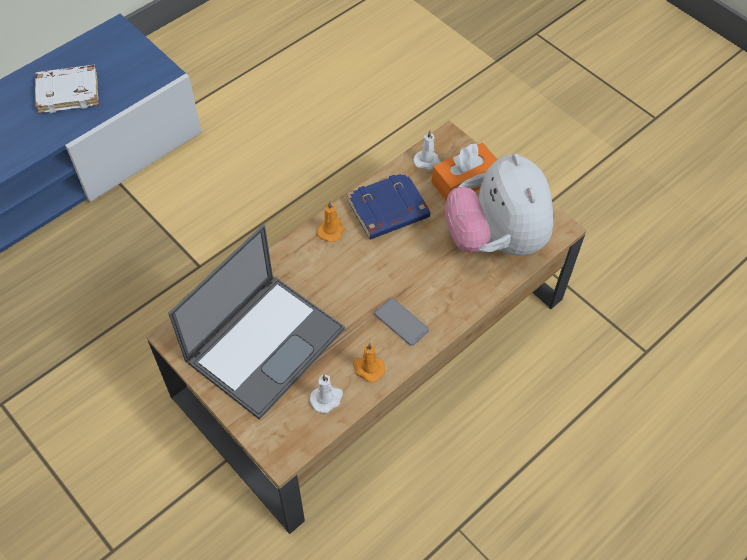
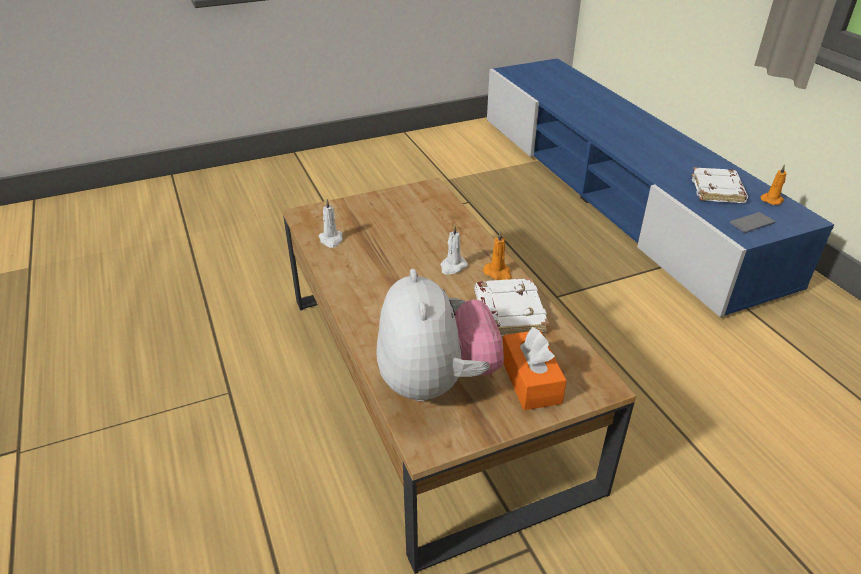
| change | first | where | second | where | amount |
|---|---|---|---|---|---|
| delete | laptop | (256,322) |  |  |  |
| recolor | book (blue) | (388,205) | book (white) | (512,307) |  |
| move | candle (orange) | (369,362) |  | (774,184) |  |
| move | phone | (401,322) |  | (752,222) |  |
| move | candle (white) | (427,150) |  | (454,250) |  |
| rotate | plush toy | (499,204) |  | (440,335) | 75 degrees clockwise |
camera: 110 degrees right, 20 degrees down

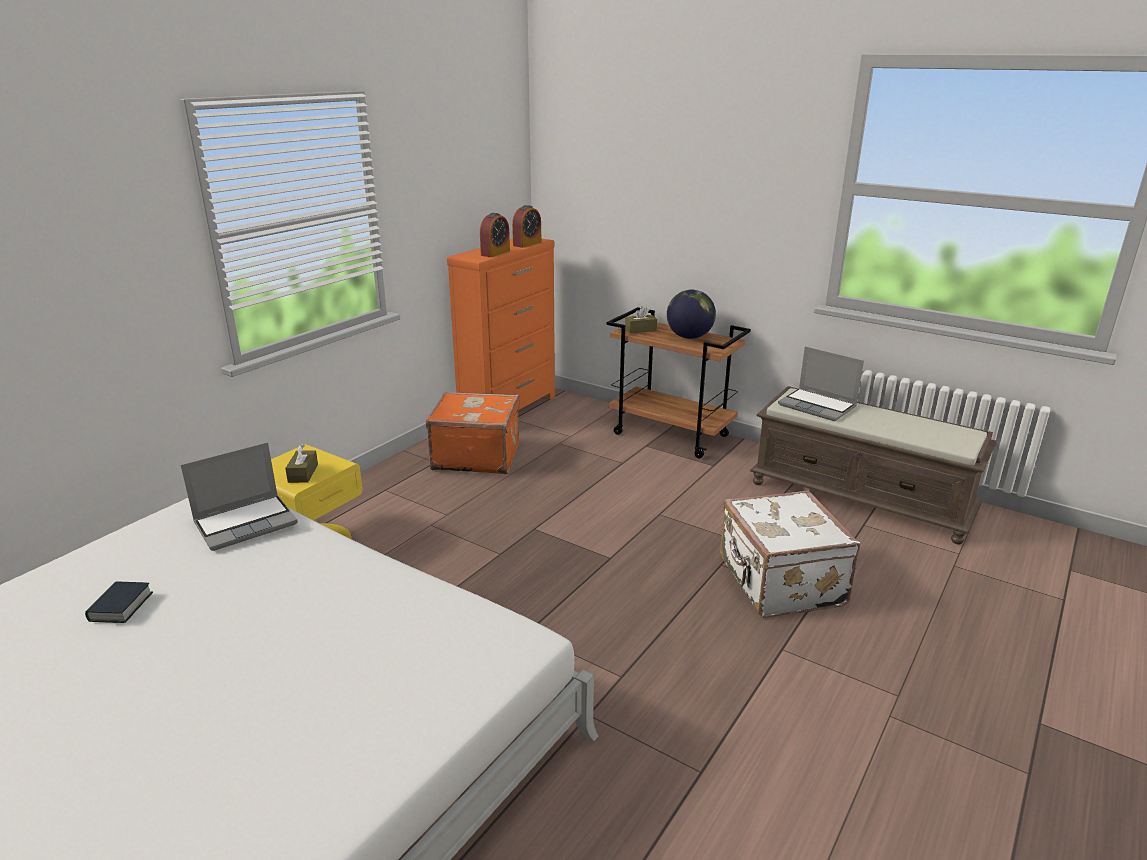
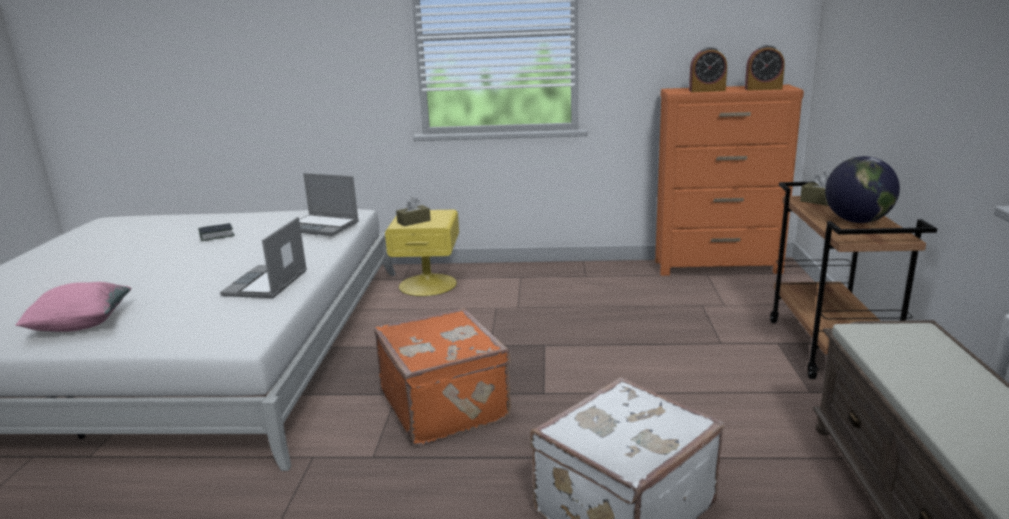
| change | first | where | second | where | amount |
|---|---|---|---|---|---|
| move | suitcase (orange) | (473,433) |  | (442,377) |  |
| move | laptop | (821,384) |  | (263,257) |  |
| insert |  |  | pillow (pink) | (73,307) |  |
camera: 60 degrees right, 5 degrees down

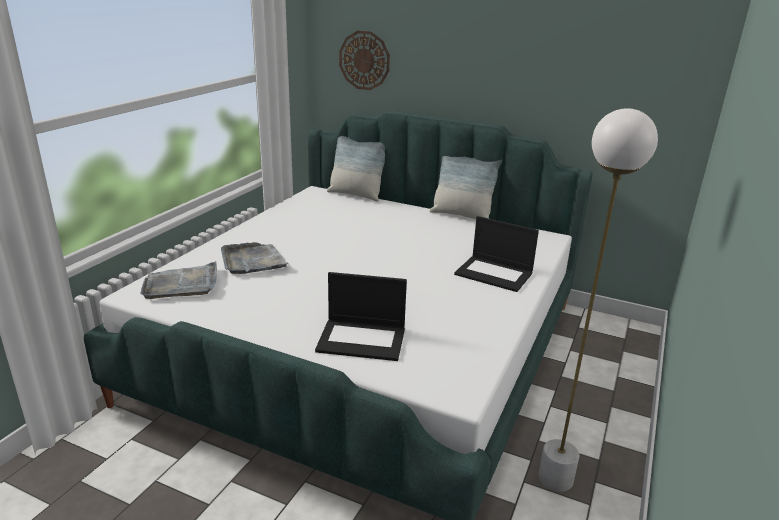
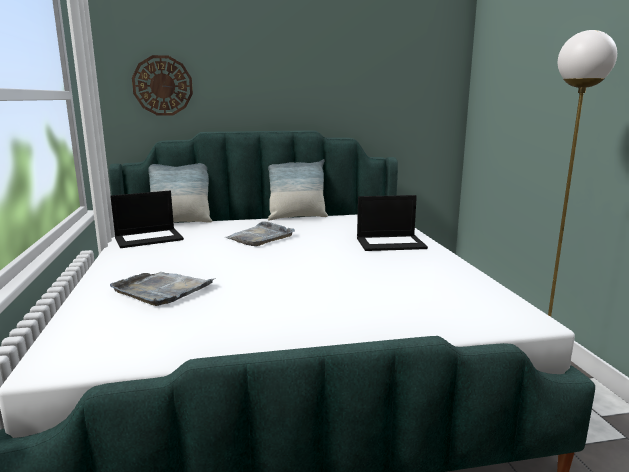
| change | first | where | second | where | amount |
|---|---|---|---|---|---|
| move | tray (grey) | (179,280) |  | (260,233) |  |
| move | laptop | (361,316) |  | (147,219) |  |
camera: 35 degrees left, 10 degrees down

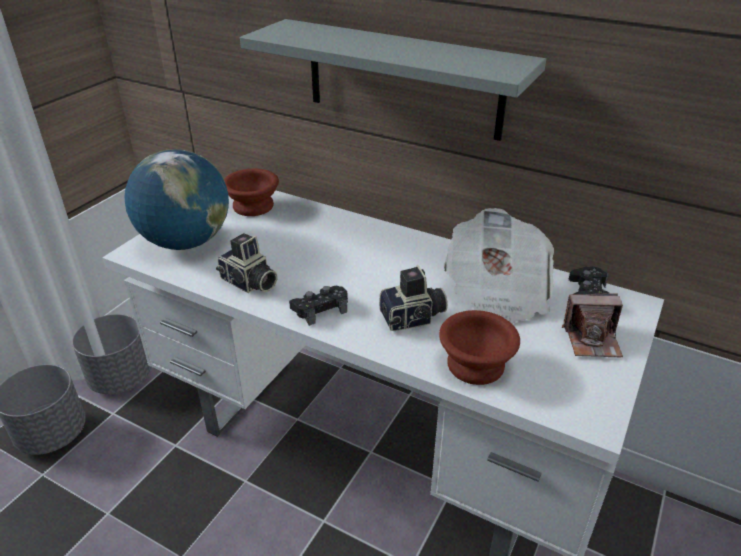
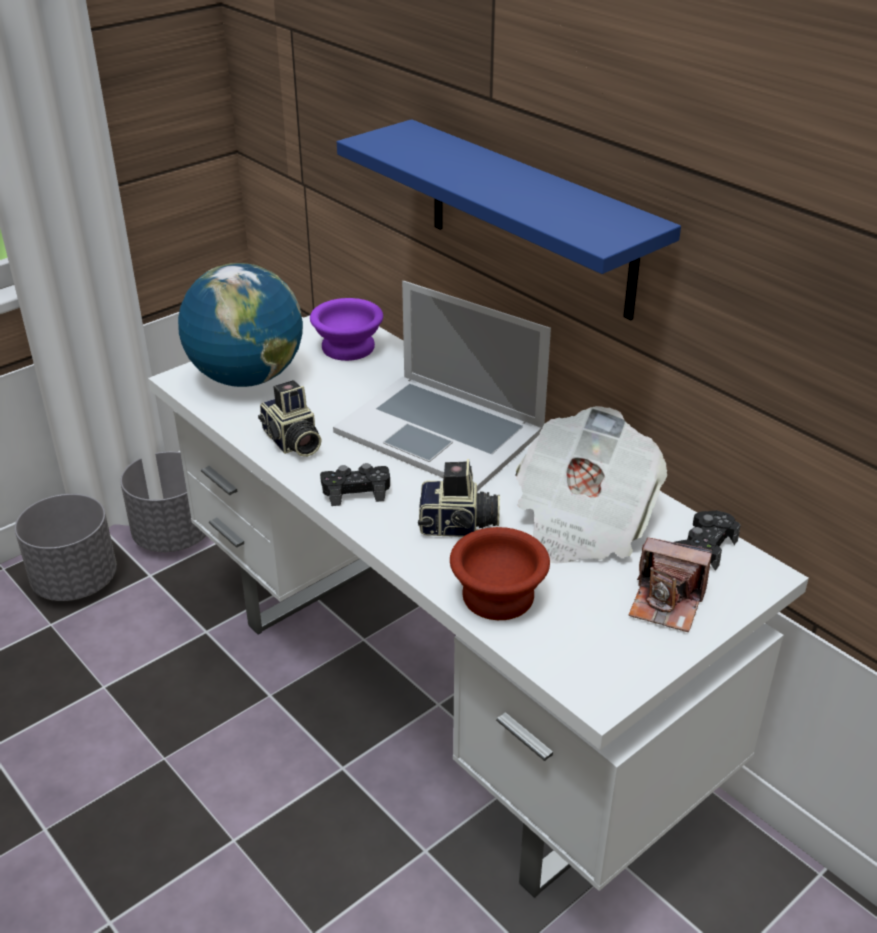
| change | first | where | second | where | amount |
|---|---|---|---|---|---|
| recolor | bowl (brown) | (251,192) | bowl (purple) | (346,329) |  |
| recolor | shelf (grey) | (393,80) | shelf (blue) | (509,219) |  |
| insert |  |  | laptop | (442,386) |  |
camera: 20 degrees right, 0 degrees up

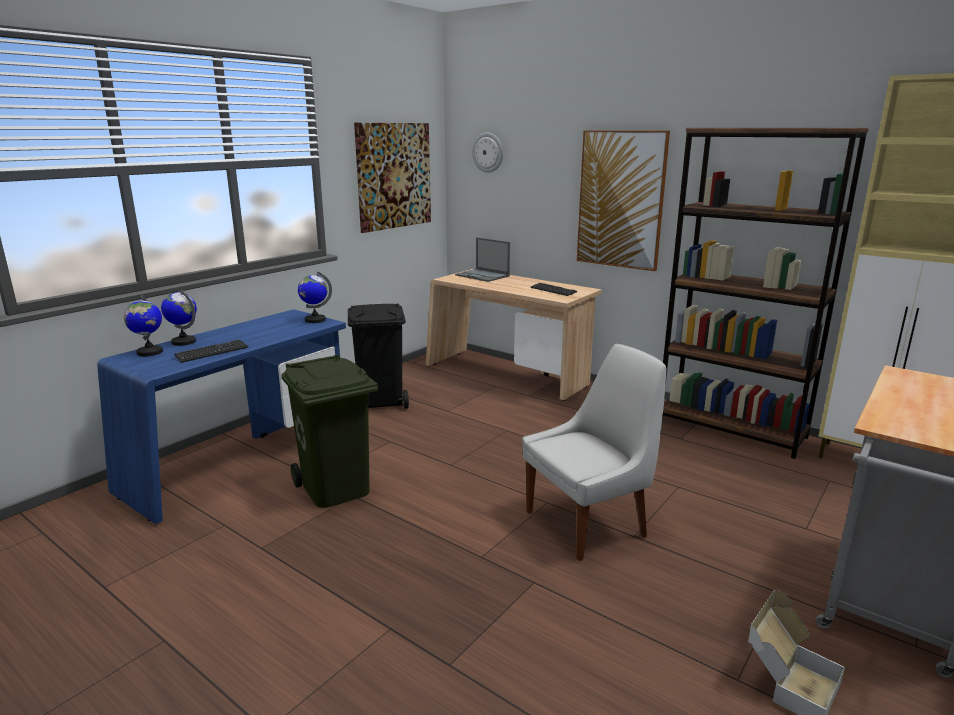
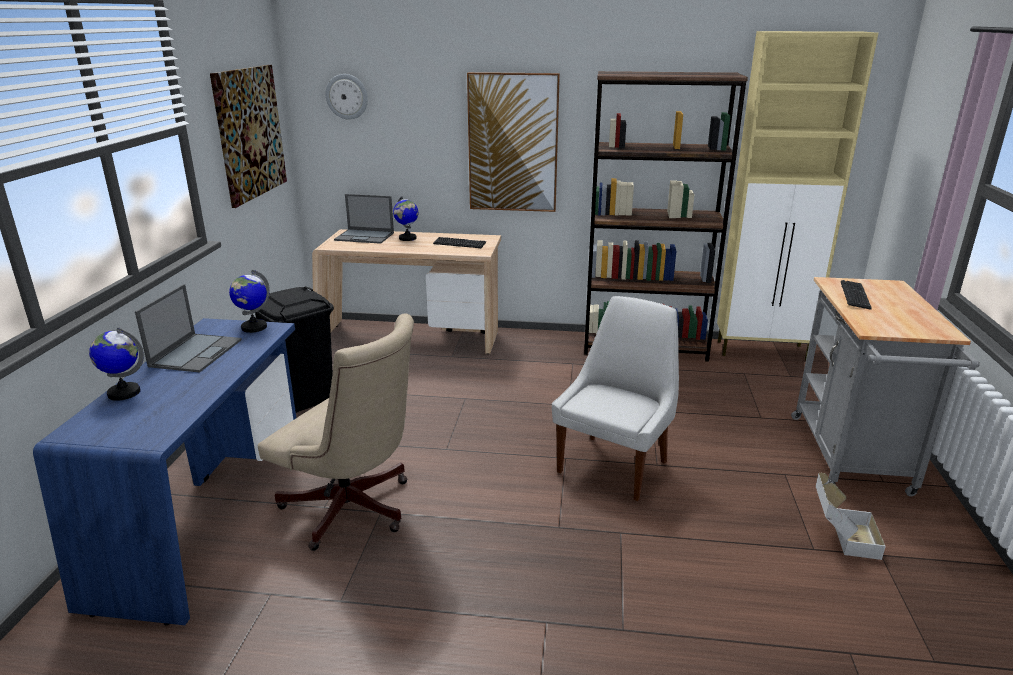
| change | first | where | second | where | amount |
|---|---|---|---|---|---|
| move | globe | (143,325) |  | (405,218) |  |
| move | keyboard | (211,351) |  | (856,295) |  |
| replace | trash can (green) | (329,431) | office chair (beige) | (336,432) |  |
| insert |  |  | laptop | (188,328) |  |
camera: 30 degrees left, 5 degrees up

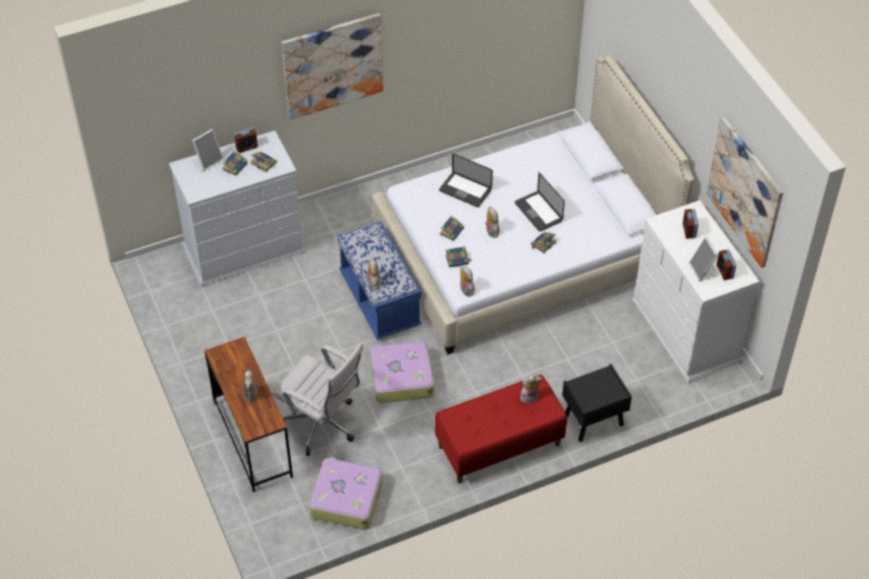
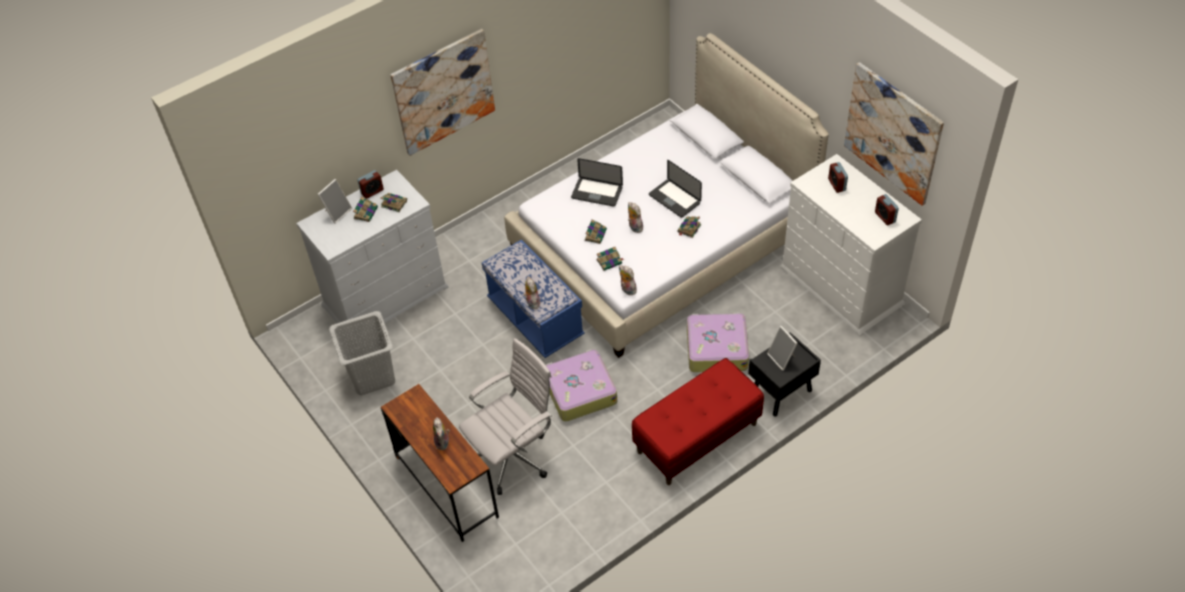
| change | first | where | second | where | amount |
|---|---|---|---|---|---|
| rotate | office chair (white) | (318,399) |  | (505,416) | 60 degrees counterclockwise |
| move | suitcase | (346,493) |  | (718,342) |  |
| delete | plush toy | (531,389) |  |  |  |
| move | picture frame | (703,259) |  | (782,348) |  |
| insert |  |  | laundry basket (grey) | (362,353) |  |
camera: 10 degrees left, 0 degrees up

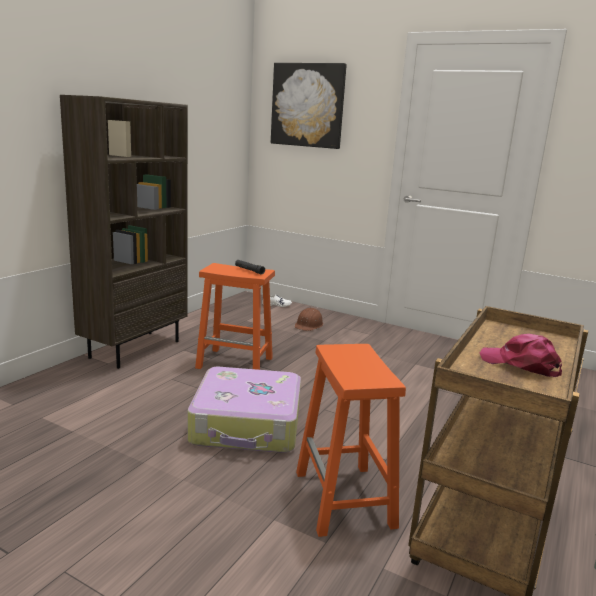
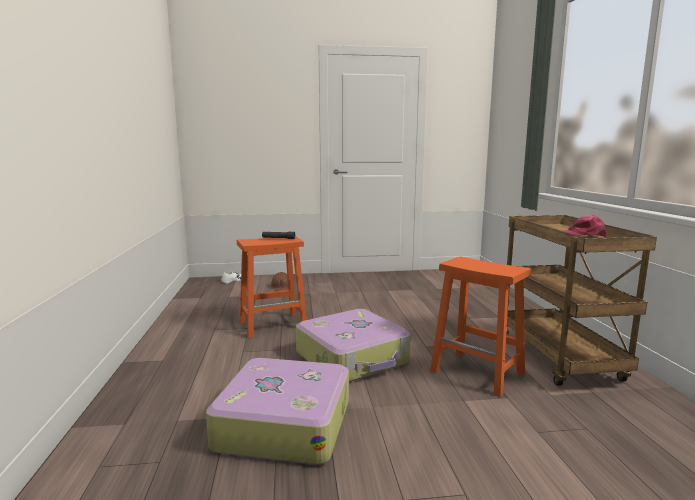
| change | first | where | second | where | amount |
|---|---|---|---|---|---|
| delete | bookcase (brown) | (124,232) |  |  |  |
| delete | picture | (309,106) |  |  |  |
| insert |  |  | suitcase | (277,411) |  |
camera: 35 degrees left, 5 degrees down

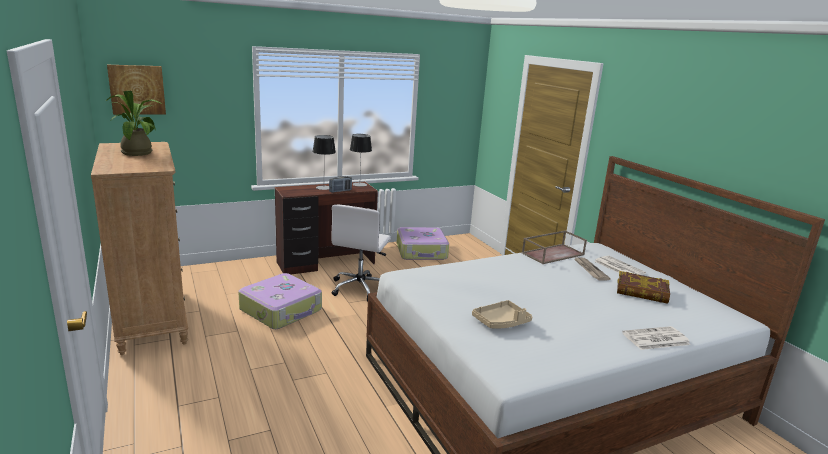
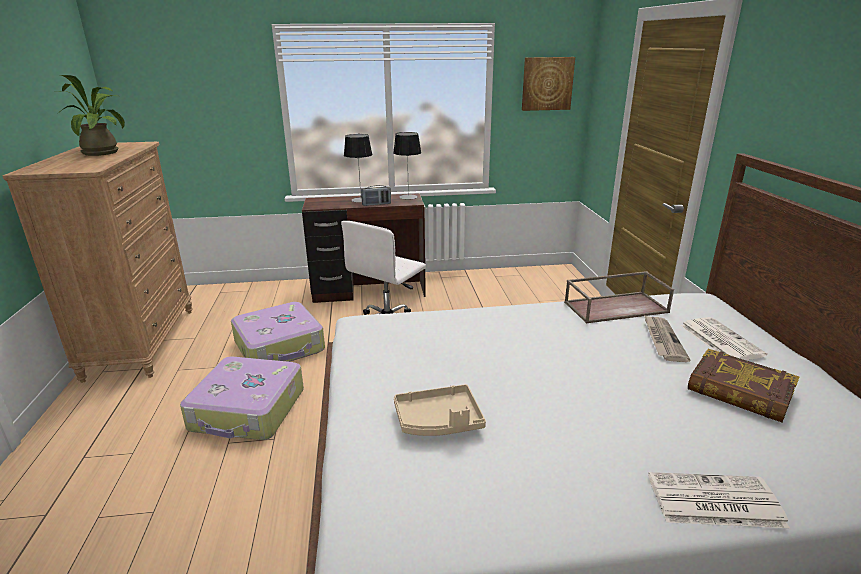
| change | first | where | second | where | amount |
|---|---|---|---|---|---|
| move | picture | (136,90) |  | (548,84) |  |
| move | suitcase | (422,243) |  | (242,398) |  |
camera: 20 degrees right, 5 degrees up

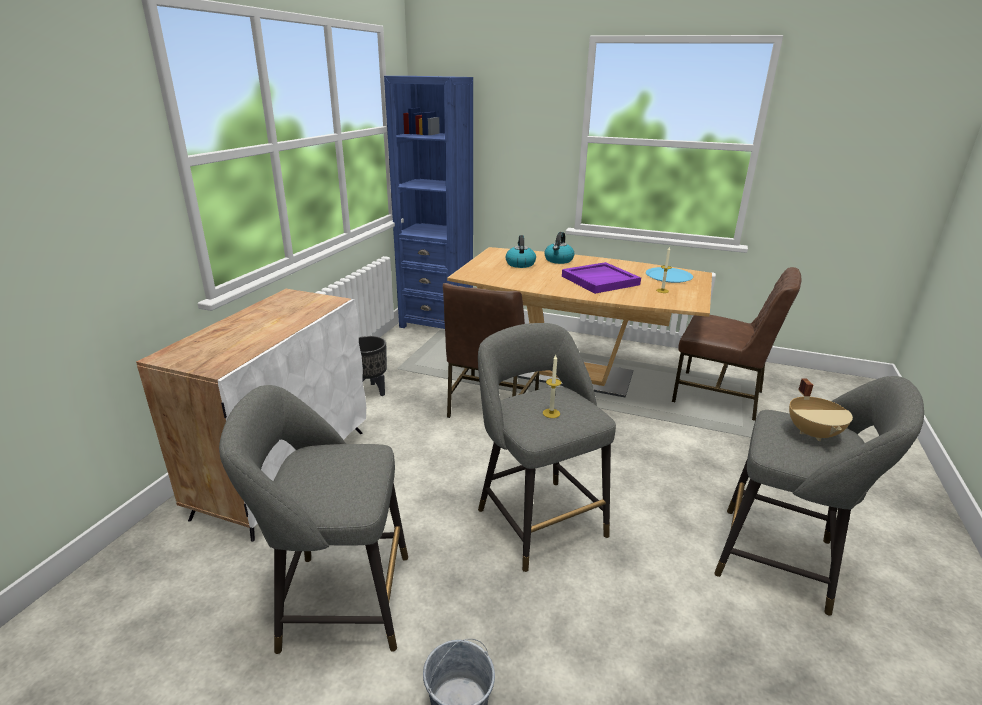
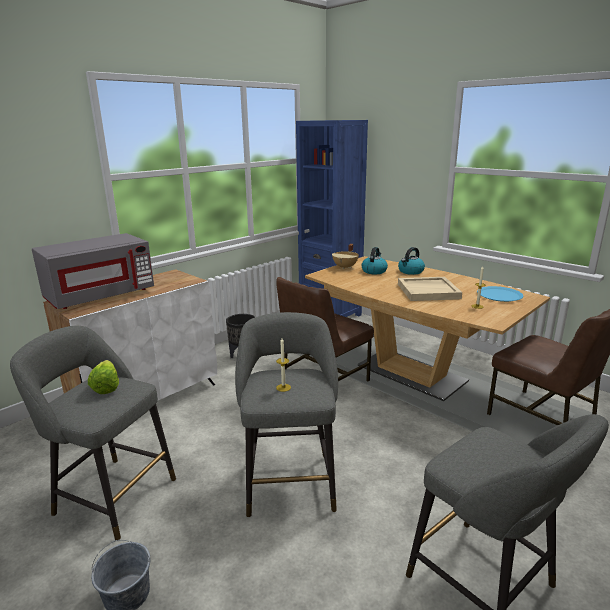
| change | first | where | second | where | amount |
|---|---|---|---|---|---|
| recolor | tray (purple) | (601,278) | tray (beige) | (430,289) |  |
| move | cooking pot (beige) | (821,410) |  | (345,256) |  |
| insert |  |  | microwave (grey) | (93,271) |  |
| insert |  |  | lettuce | (103,377) |  |
camera: 25 degrees right, 5 degrees down

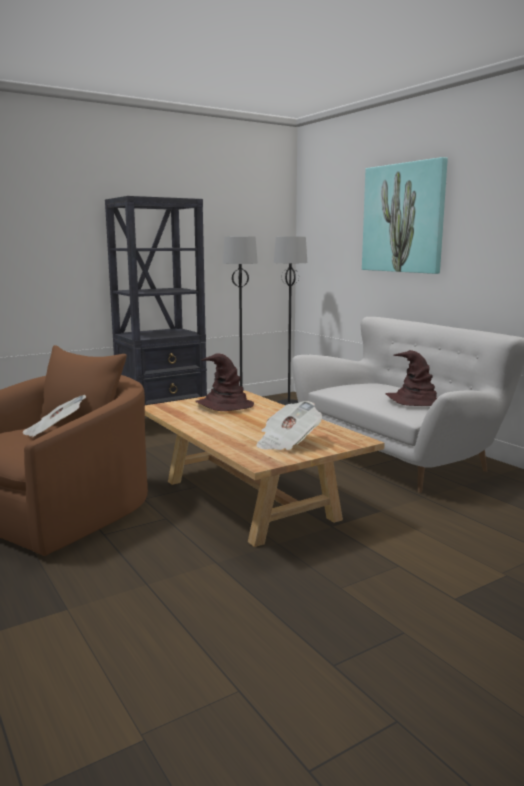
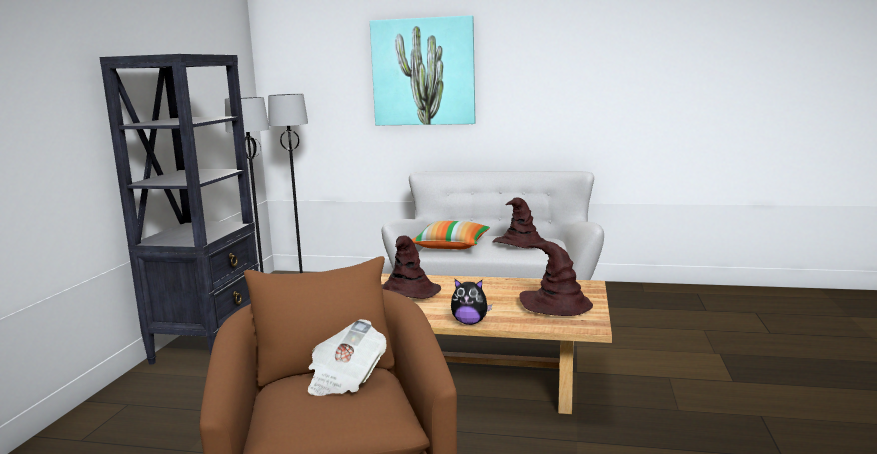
| change | first | where | second | where | amount |
|---|---|---|---|---|---|
| replace | newspaper | (289,425) | hat (brown) | (556,278) |  |
| insert |  |  | pillow | (451,235) |  |
| insert |  |  | plush toy | (471,302) |  |
camera: 45 degrees left, 0 degrees up

